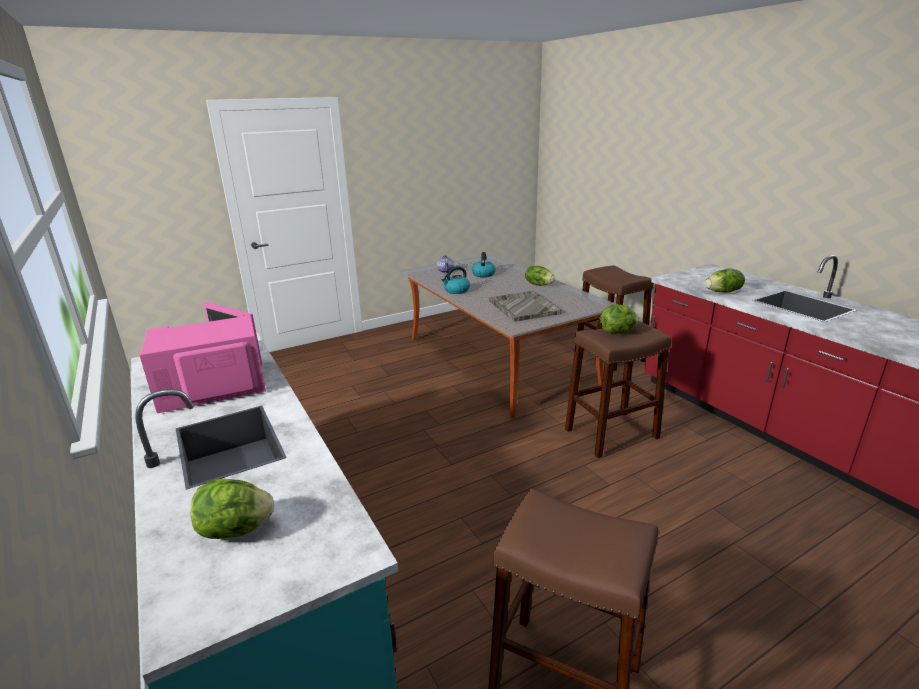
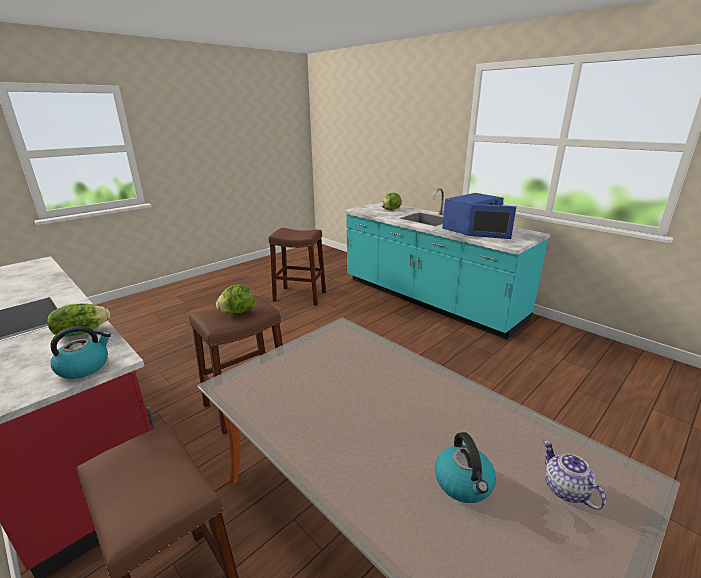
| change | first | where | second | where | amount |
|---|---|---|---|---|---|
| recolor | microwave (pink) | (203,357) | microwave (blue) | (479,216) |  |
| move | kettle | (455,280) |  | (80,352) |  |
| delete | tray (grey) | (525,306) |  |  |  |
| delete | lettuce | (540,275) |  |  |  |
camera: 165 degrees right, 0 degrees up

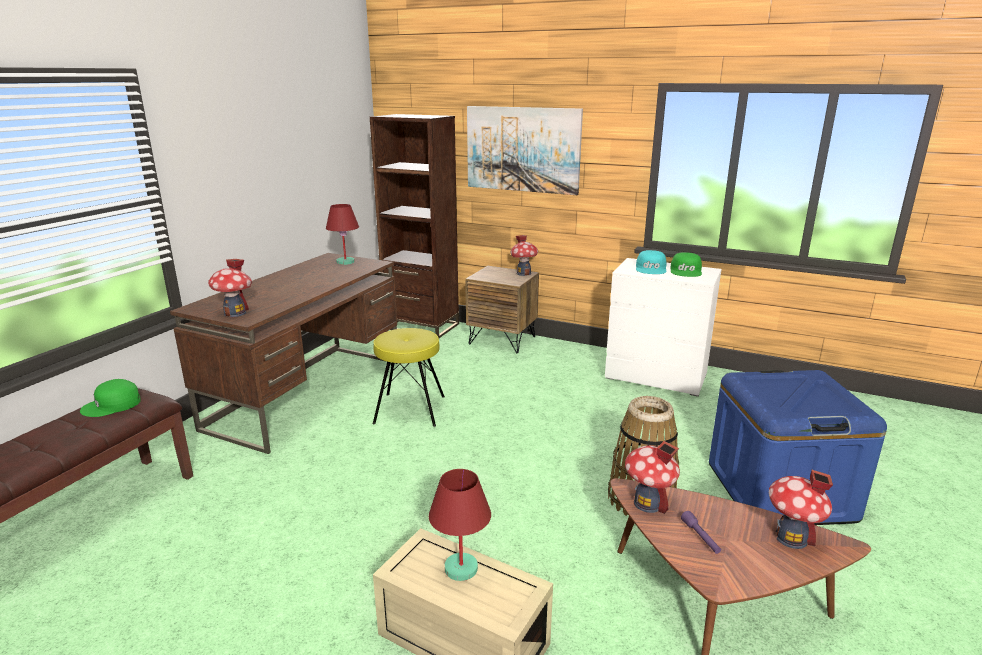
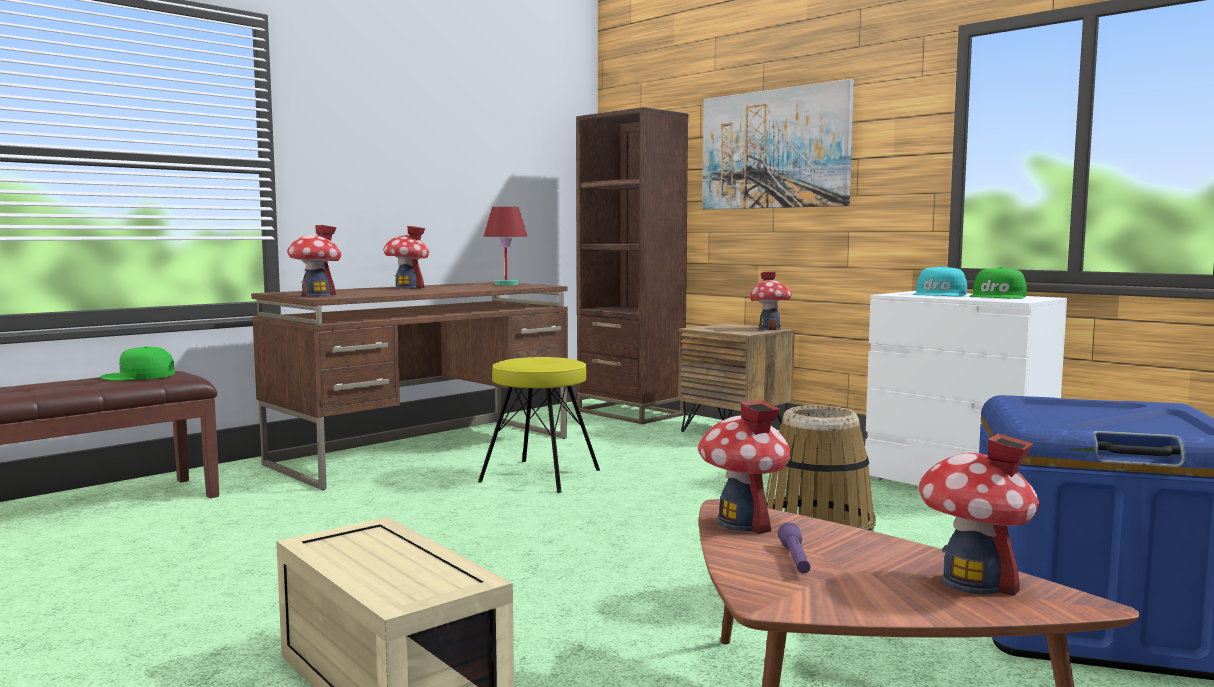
| change | first | where | second | where | amount |
|---|---|---|---|---|---|
| delete | table lamp (red) | (460,525) |  |  |  |
| insert |  |  | toy house | (406,257) |  |
camera: 20 degrees right, 15 degrees down

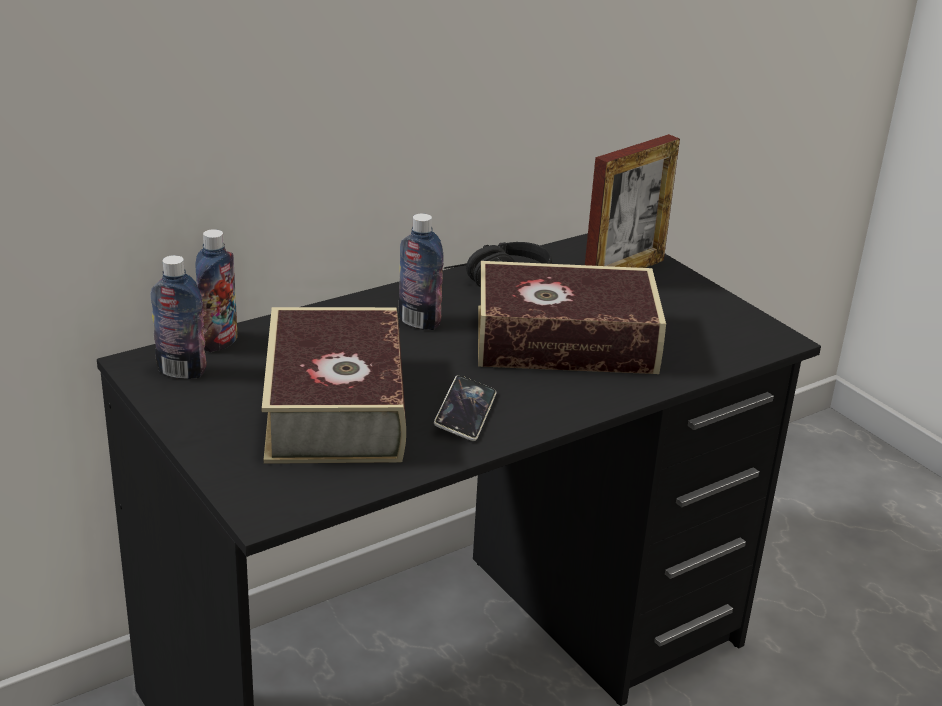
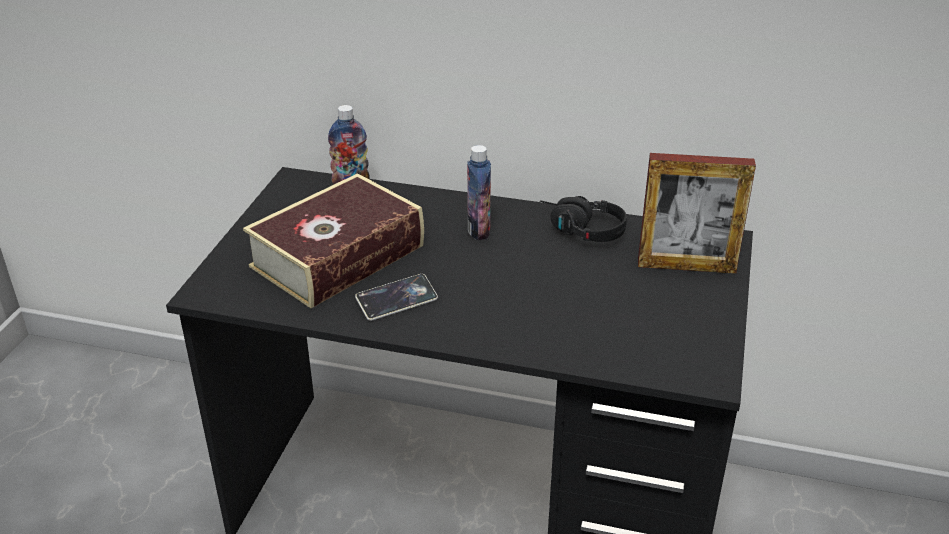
| change | first | where | second | where | amount |
|---|---|---|---|---|---|
| delete | bottle | (178,317) |  |  |  |
| delete | book | (572,317) |  |  |  |
camera: 50 degrees right, 5 degrees up

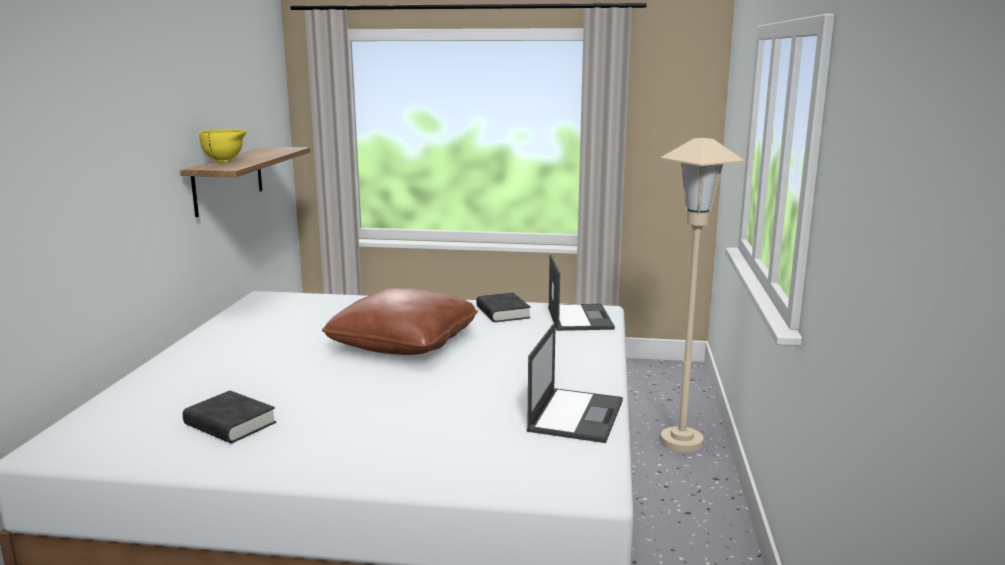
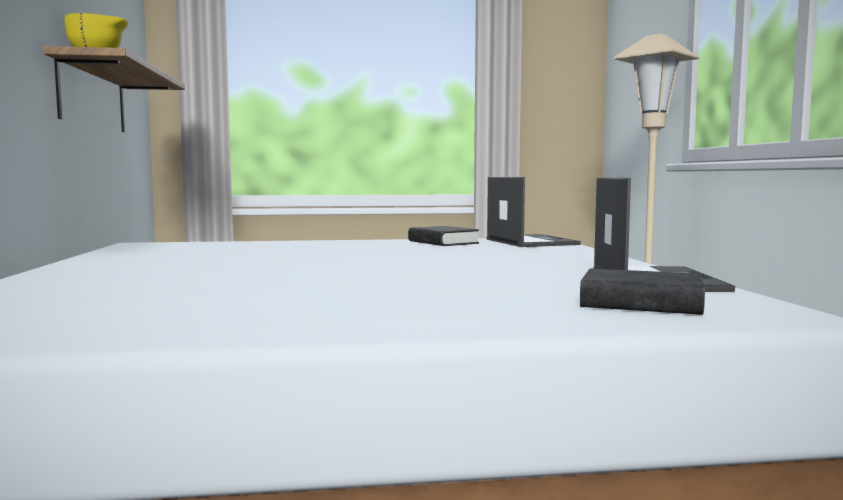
| change | first | where | second | where | amount |
|---|---|---|---|---|---|
| move | book (black) | (229,417) |  | (642,291) |  |
| delete | pillow (brown) | (400,321) |  |  |  |
camera: 15 degrees left, 10 degrees down

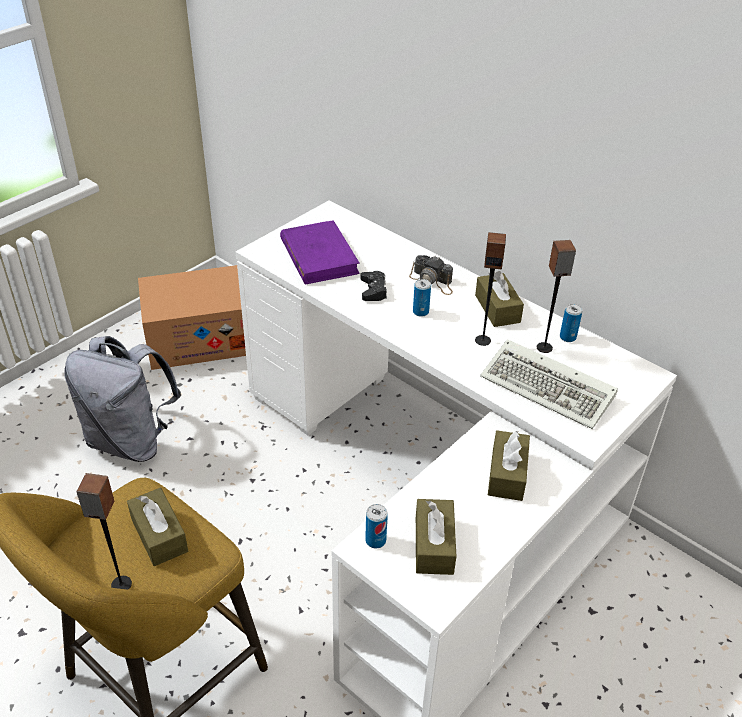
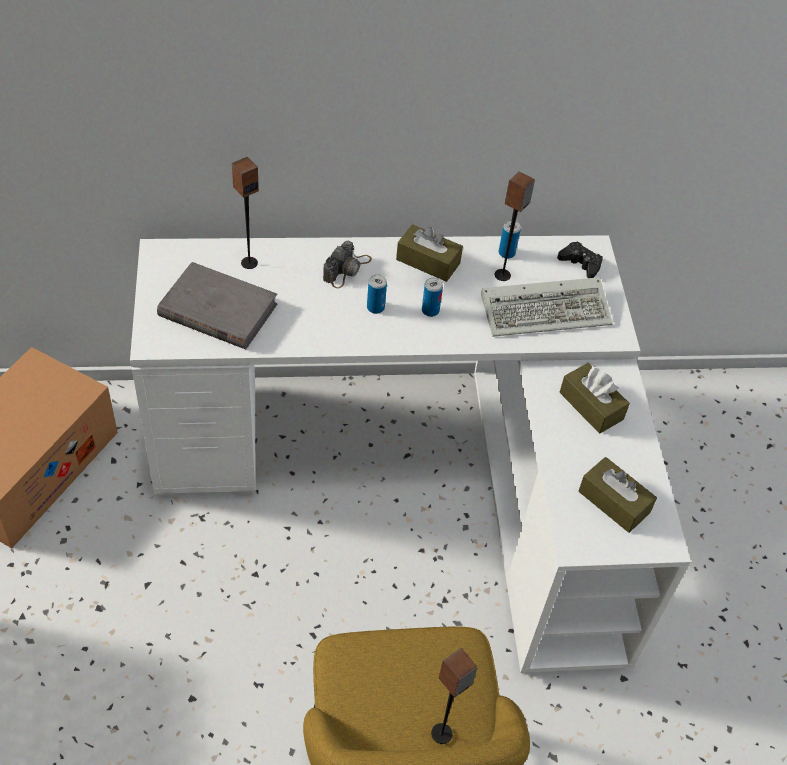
| change | first | where | second | where | amount |
|---|---|---|---|---|---|
| delete | backpack (grey) | (122,399) |  |  |  |
| delete | tissue box (brown) | (157,527) |  |  |  |
| recolor | book (purple) | (320,252) | book (grey) | (217,306) |  |
| move | game controller (black) | (373,286) |  | (580,259) |  |
| move | can | (376,526) |  | (432,297) |  |
| rotate | photo camera | (431,275) |  | (347,264) | 45 degrees counterclockwise |
| move | speaker | (490,289) |  | (245,213) |  |
camera: 50 degrees left, 10 degrees up

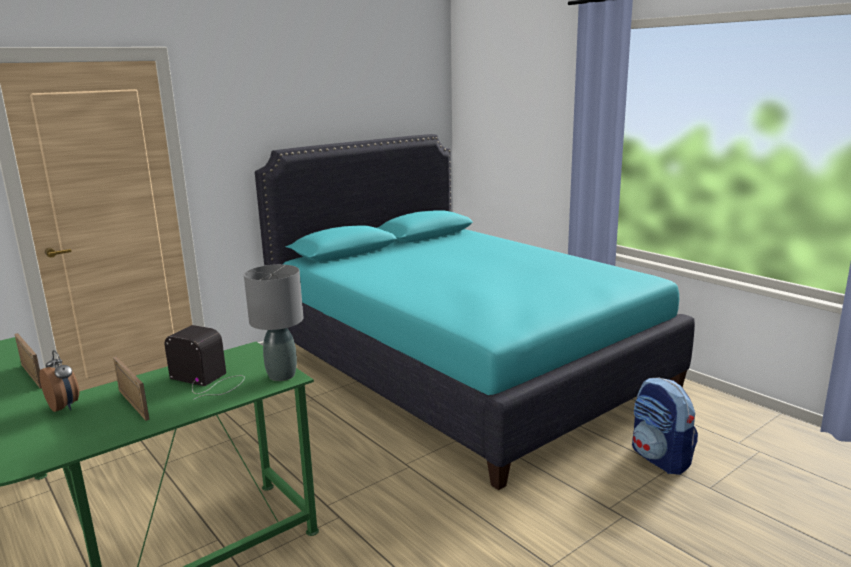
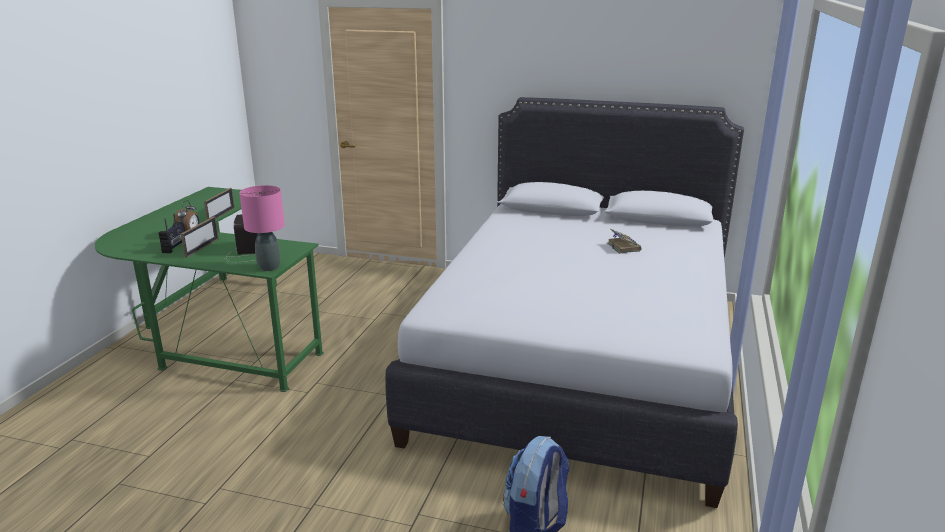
| change | first | where | second | where | amount |
|---|---|---|---|---|---|
| recolor | table lamp (grey) | (274,322) | table lamp (pink) | (262,228) |  |
| recolor | bed (turquoise) | (475,312) | bed (white) | (564,302) |  |
| insert |  |  | radio | (171,233) |  |
| insert |  |  | book | (624,241) |  |
camera: 55 degrees right, 5 degrees up

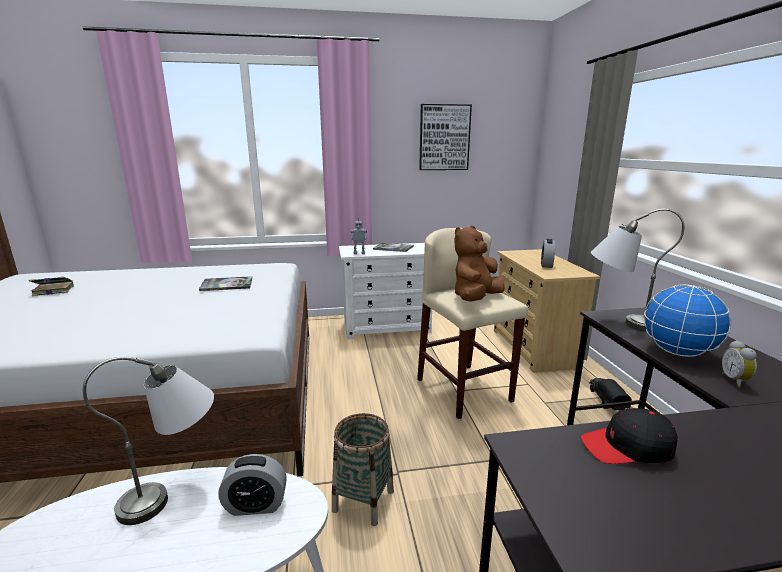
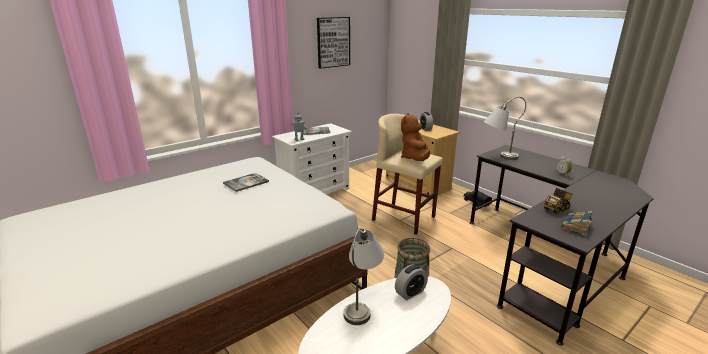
| change | first | where | second | where | amount |
|---|---|---|---|---|---|
| move | book | (51,286) |  | (577,223) |  |
| replace | cap (black) | (629,436) | toy truck | (558,201) |  |
| delete | globe | (688,320) |  |  |  |
camera: 30 degrees left, 5 degrees up

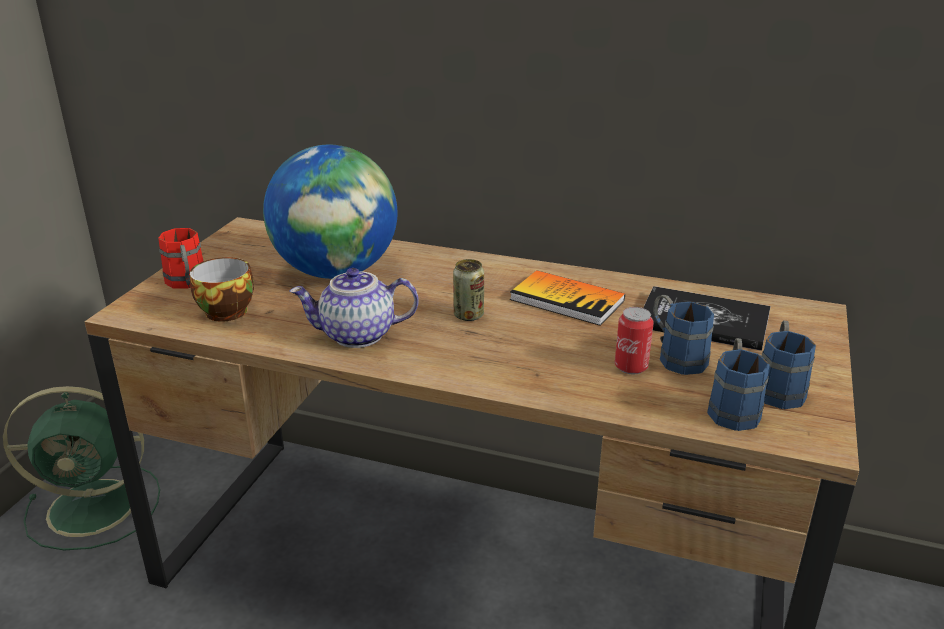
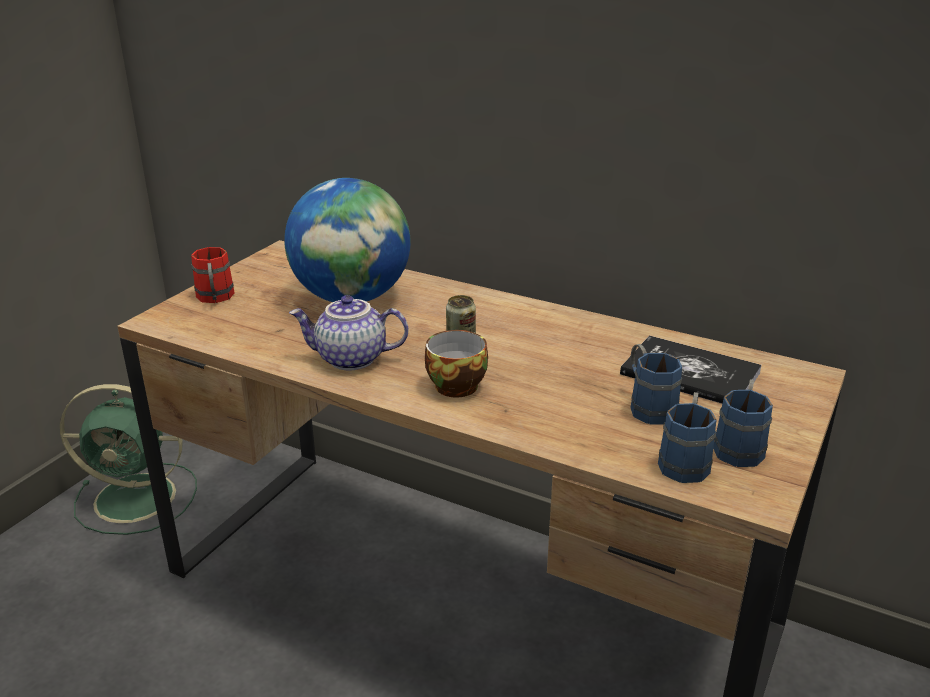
| change | first | where | second | where | amount |
|---|---|---|---|---|---|
| move | cup | (222,289) |  | (456,363) |  |
| delete | book | (567,298) |  |  |  |
| delete | can | (634,340) |  |  |  |
camera: 10 degrees right, 0 degrees up

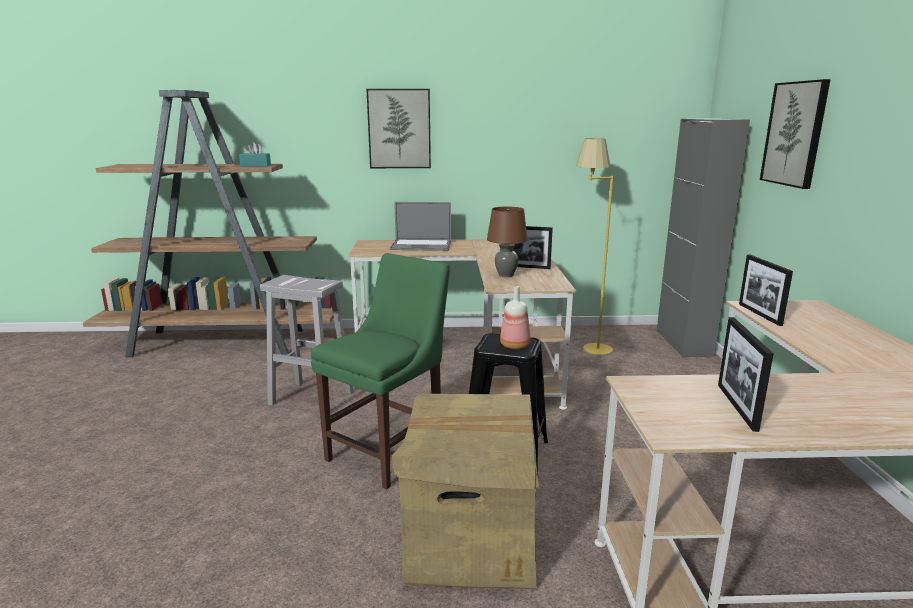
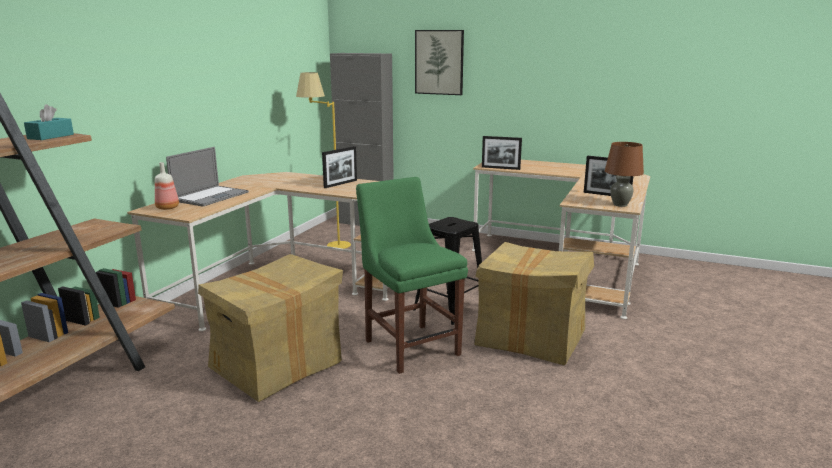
| change | first | where | second | where | amount |
|---|---|---|---|---|---|
| replace | stool (white) | (307,340) | cardboard box | (270,328) |  |
| delete | picture | (398,128) |  |  |  |
| move | table lamp (brown) | (507,242) |  | (624,174) |  |
| move | bottle | (515,317) |  | (167,186) |  |
camera: 65 degrees left, 0 degrees up

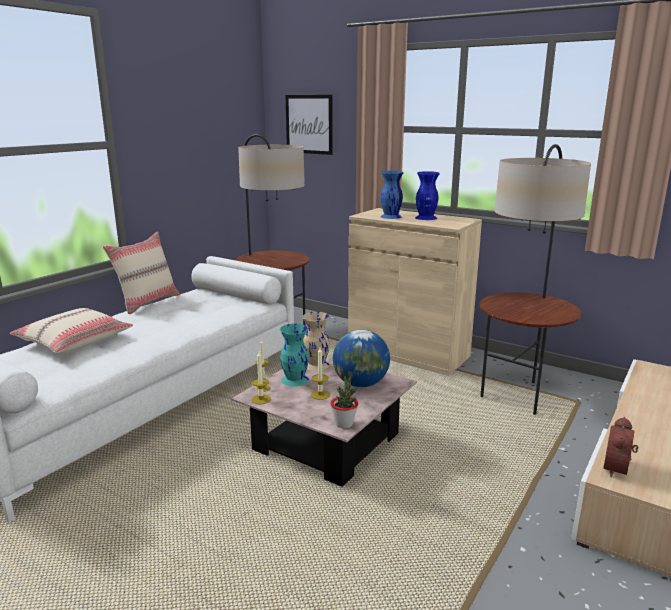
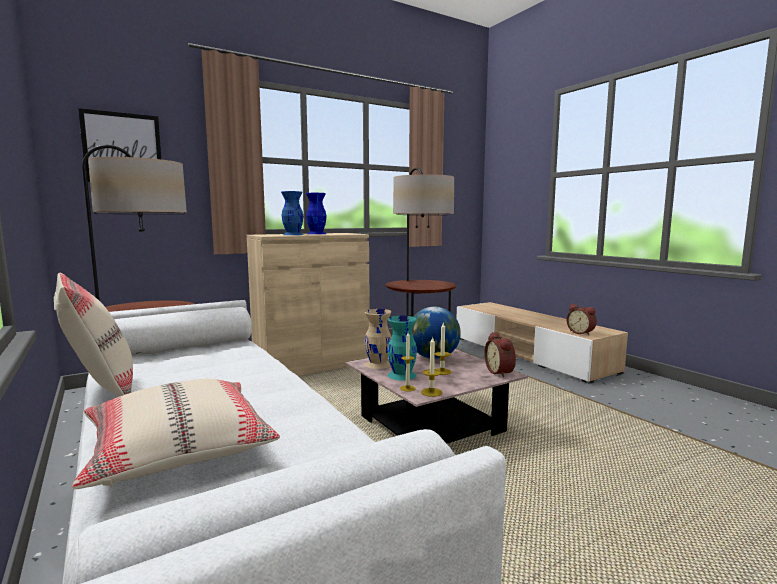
| change | first | where | second | where | amount |
|---|---|---|---|---|---|
| replace | potted plant | (344,402) | alarm clock | (500,355) |  |
camera: 65 degrees left, 10 degrees down

